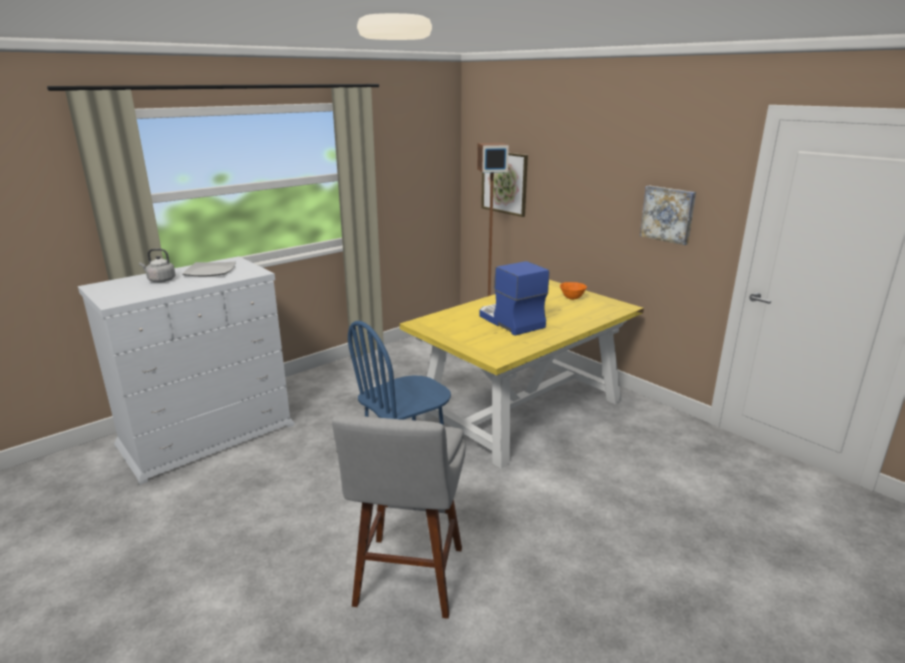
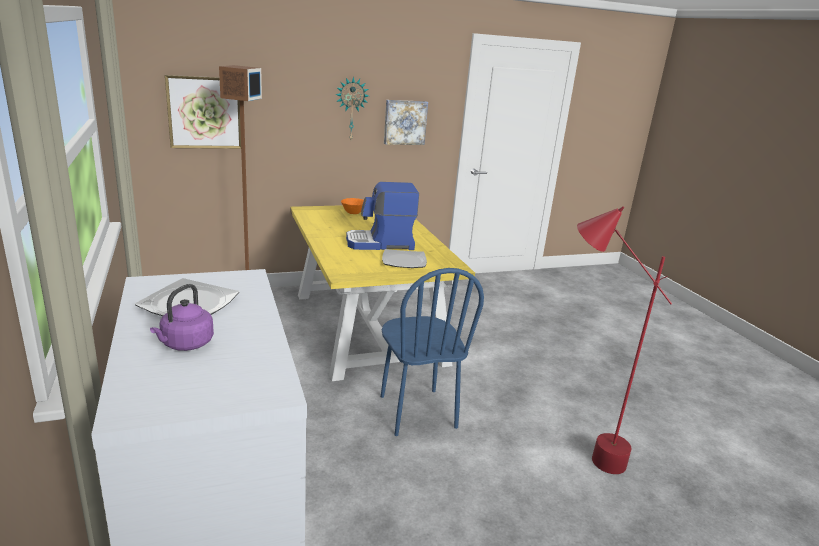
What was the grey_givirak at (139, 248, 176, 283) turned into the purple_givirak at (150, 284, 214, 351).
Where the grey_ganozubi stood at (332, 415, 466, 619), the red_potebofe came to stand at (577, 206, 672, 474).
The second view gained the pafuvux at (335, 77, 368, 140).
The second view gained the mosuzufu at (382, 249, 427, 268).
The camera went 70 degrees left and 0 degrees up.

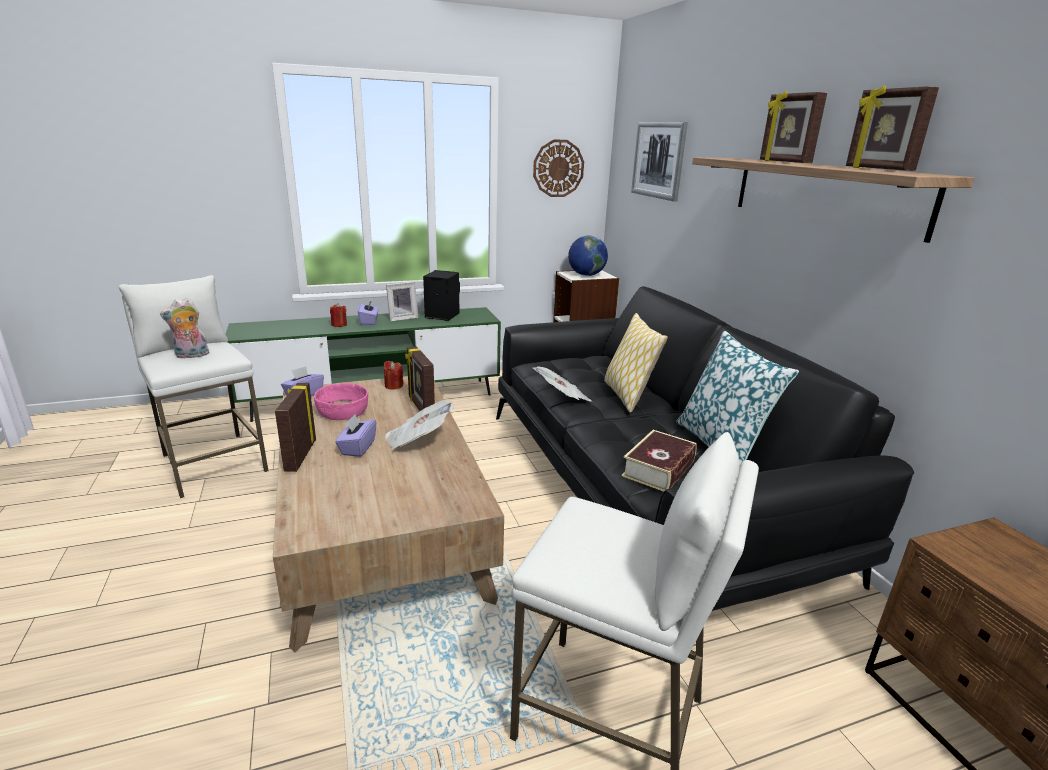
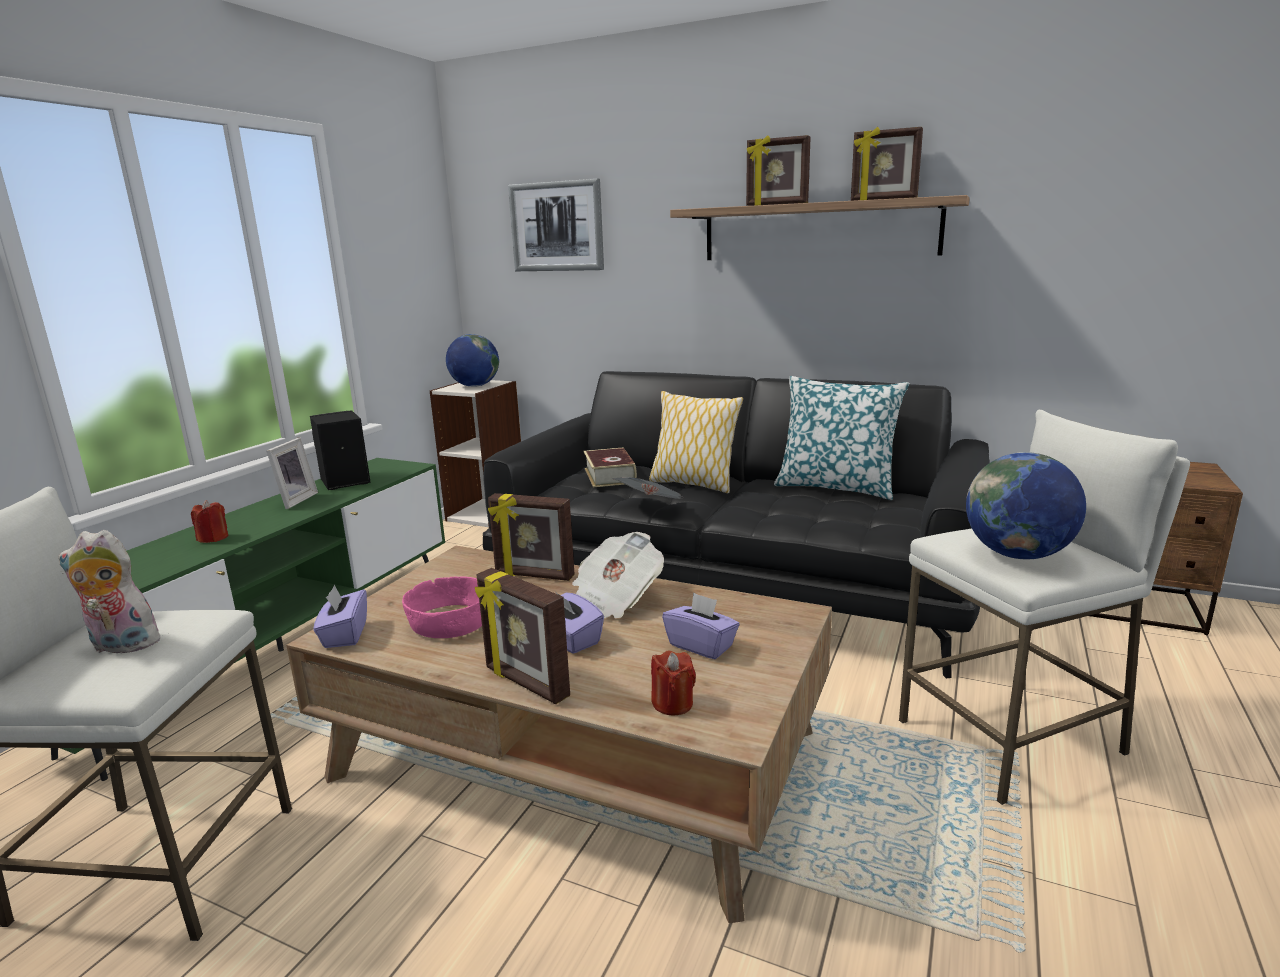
The second view lost the pafuvux at (533, 139, 584, 197).
The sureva at (160, 298, 209, 359) ended up facing another way, 75 degrees clockwise from before.
The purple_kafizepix ended up elsewhere, having gone from (358, 300, 379, 325) to (662, 592, 739, 659).
The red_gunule ended up elsewhere, having gone from (384, 361, 404, 390) to (651, 651, 696, 715).
The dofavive ended up elsewhere, having gone from (621, 430, 696, 492) to (584, 447, 637, 487).
The second view gained the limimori at (966, 452, 1086, 559).
The camera went 45 degrees left and 5 degrees down.

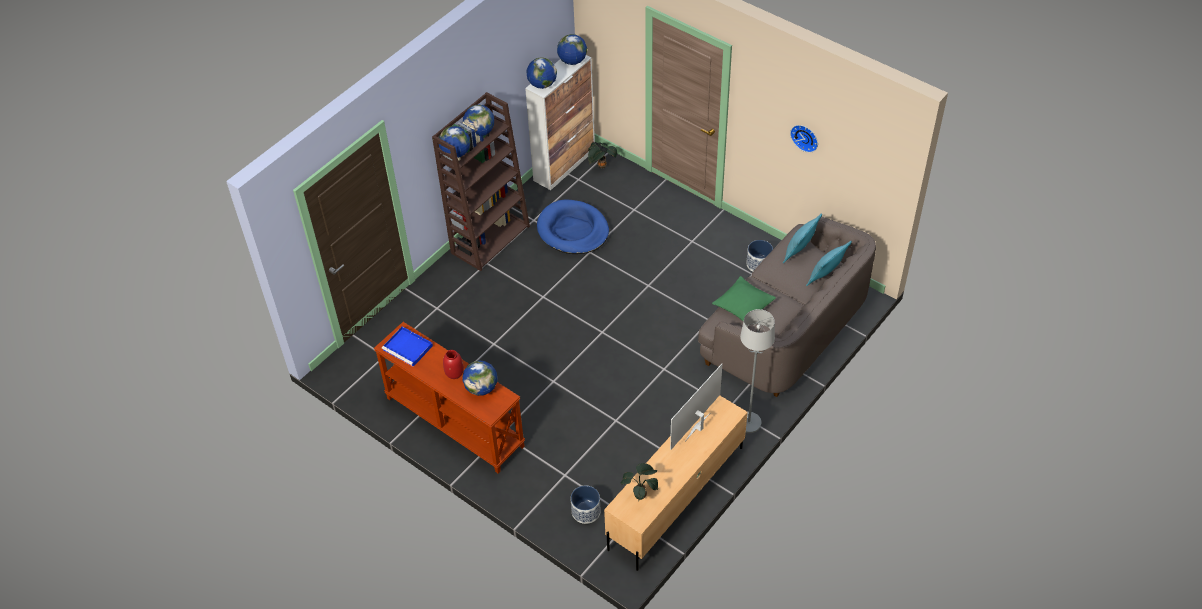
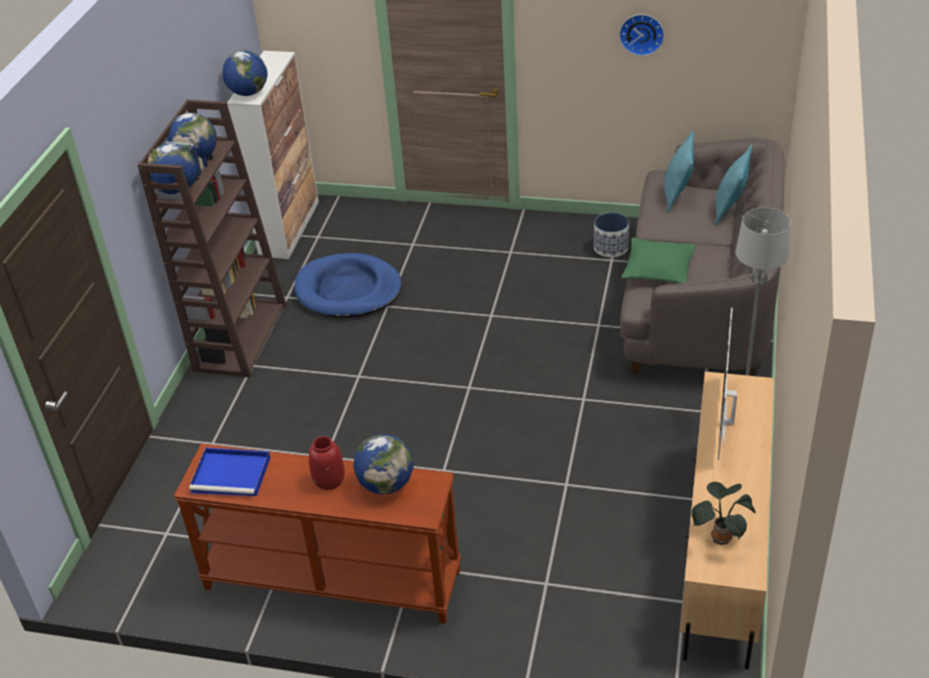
The second view lost the limimori at (557, 34, 587, 65).
The second view lost the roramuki at (588, 142, 617, 168).
The second view lost the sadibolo at (571, 486, 601, 524).
The camera went 25 degrees left and 10 degrees down.

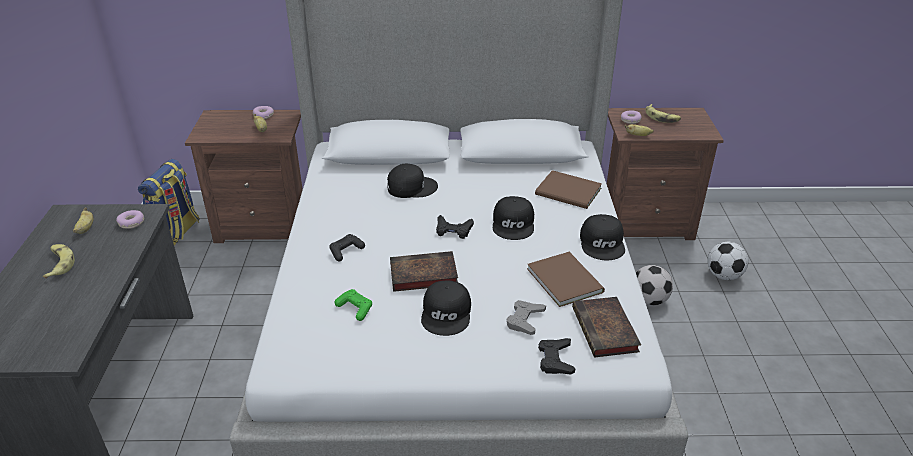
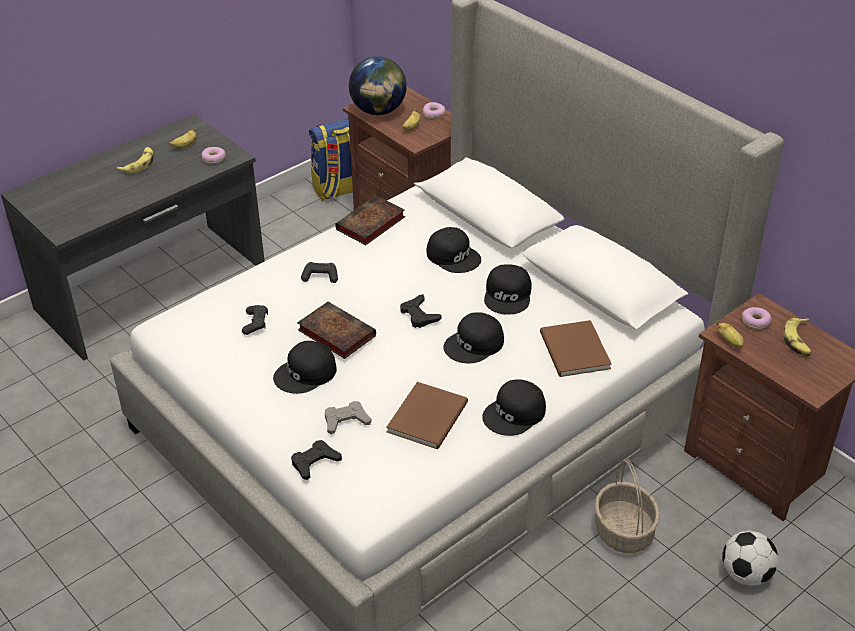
Where the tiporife stood at (636, 265, 673, 305), the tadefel came to stand at (595, 459, 660, 553).
What was the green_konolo at (334, 289, 372, 321) turned into the black_konolo at (242, 305, 268, 335).
The dofavive ended up elsewhere, having gone from (572, 297, 641, 358) to (335, 196, 405, 245).
The second view gained the limimori at (349, 56, 407, 115).
The second view gained the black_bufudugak at (484, 264, 532, 315).
The camera went 50 degrees right and 5 degrees up.

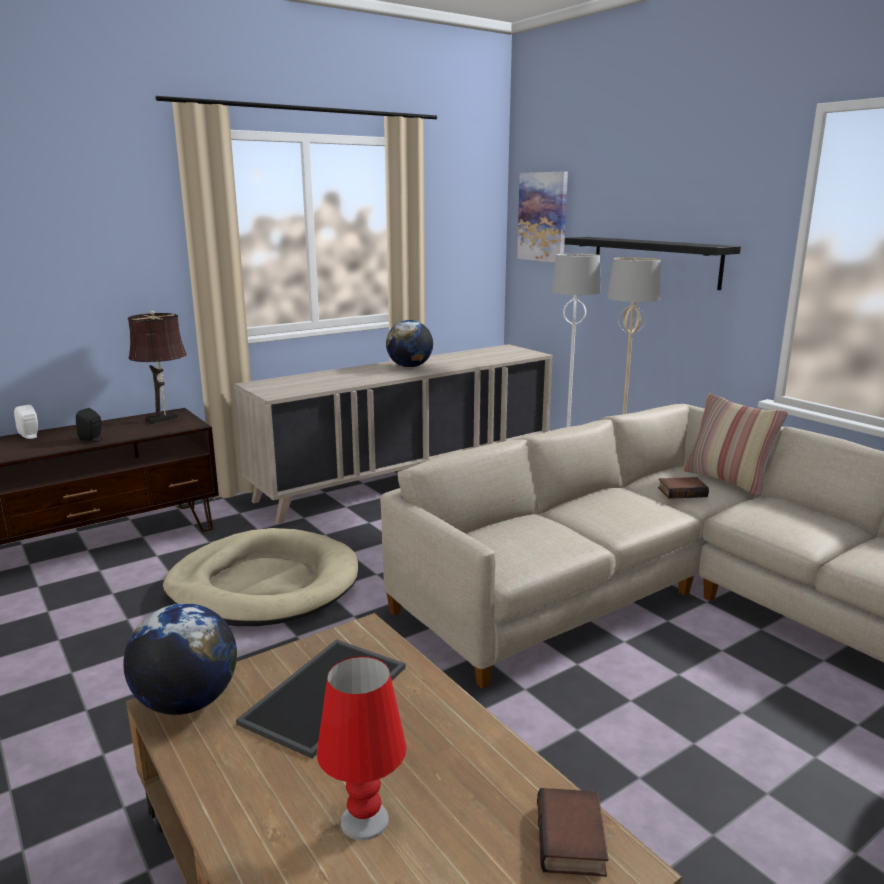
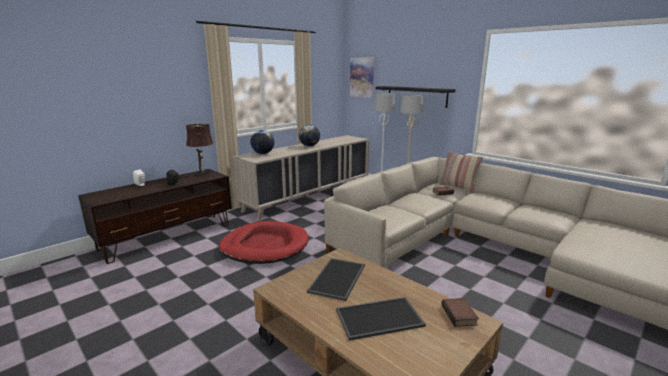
What was the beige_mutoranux at (163, 528, 358, 626) turned into the red_mutoranux at (219, 221, 309, 264).
The limimori ended up elsewhere, having gone from (123, 603, 237, 715) to (250, 130, 274, 154).
Where the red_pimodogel stood at (317, 656, 407, 840), the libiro came to stand at (336, 297, 426, 341).
The camera went 10 degrees left and 0 degrees up.

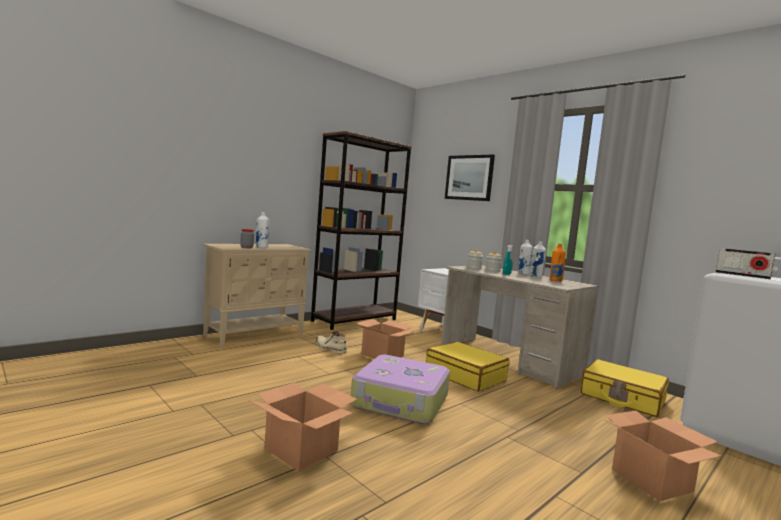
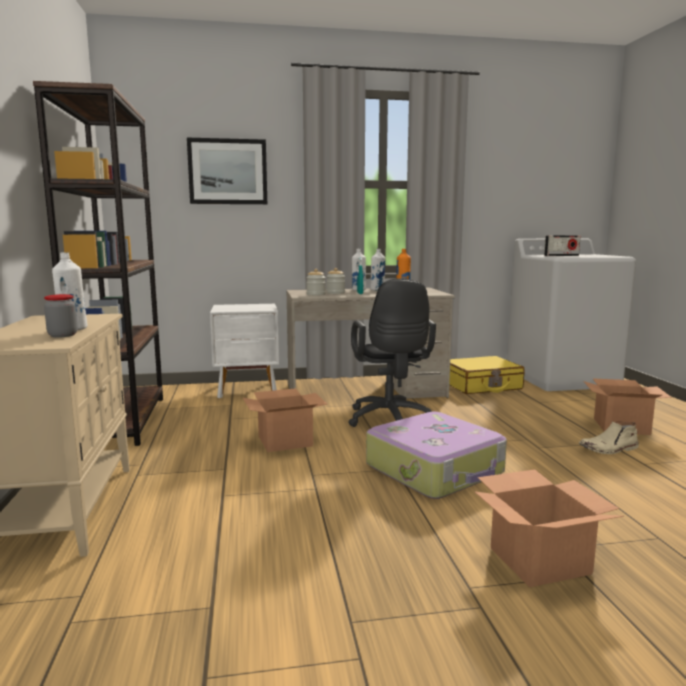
The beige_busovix ended up elsewhere, having gone from (316, 331, 347, 353) to (579, 421, 639, 454).
Where the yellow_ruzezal stood at (426, 342, 510, 391), the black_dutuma came to stand at (348, 278, 436, 427).
The camera went 55 degrees left and 5 degrees up.

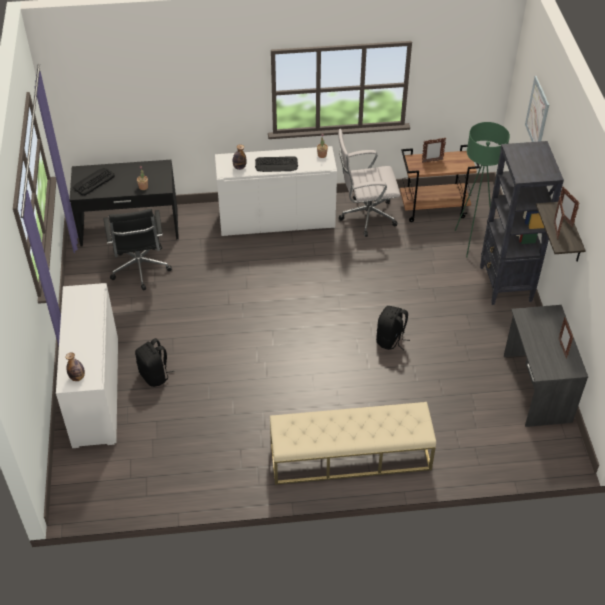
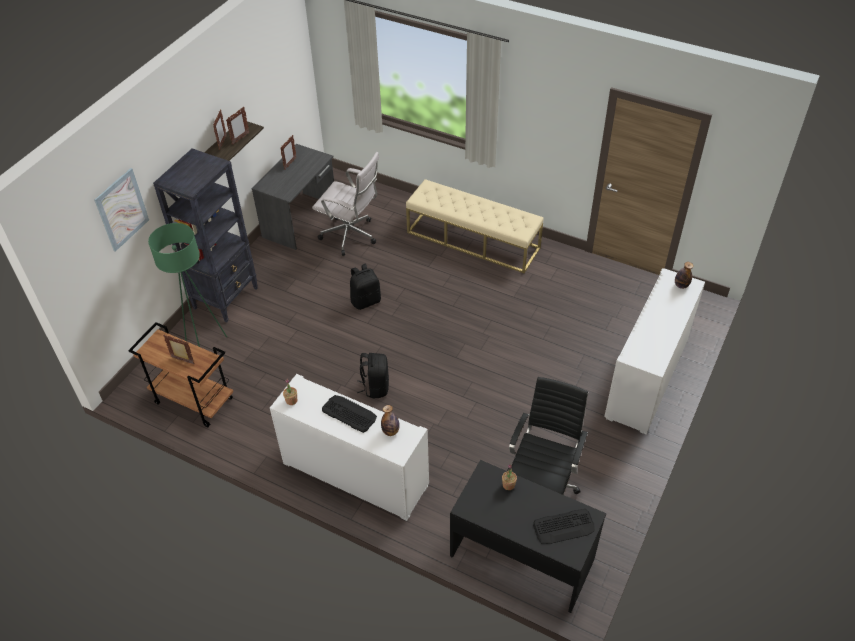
The white_dutuma ended up elsewhere, having gone from (338, 129, 400, 237) to (312, 152, 379, 256).
The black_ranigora ended up elsewhere, having gone from (135, 338, 174, 387) to (357, 353, 389, 398).
The camera went 145 degrees left and 0 degrees up.

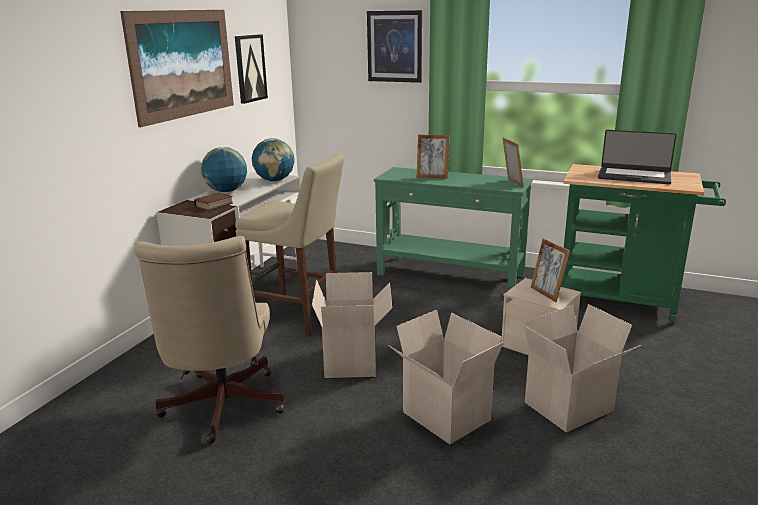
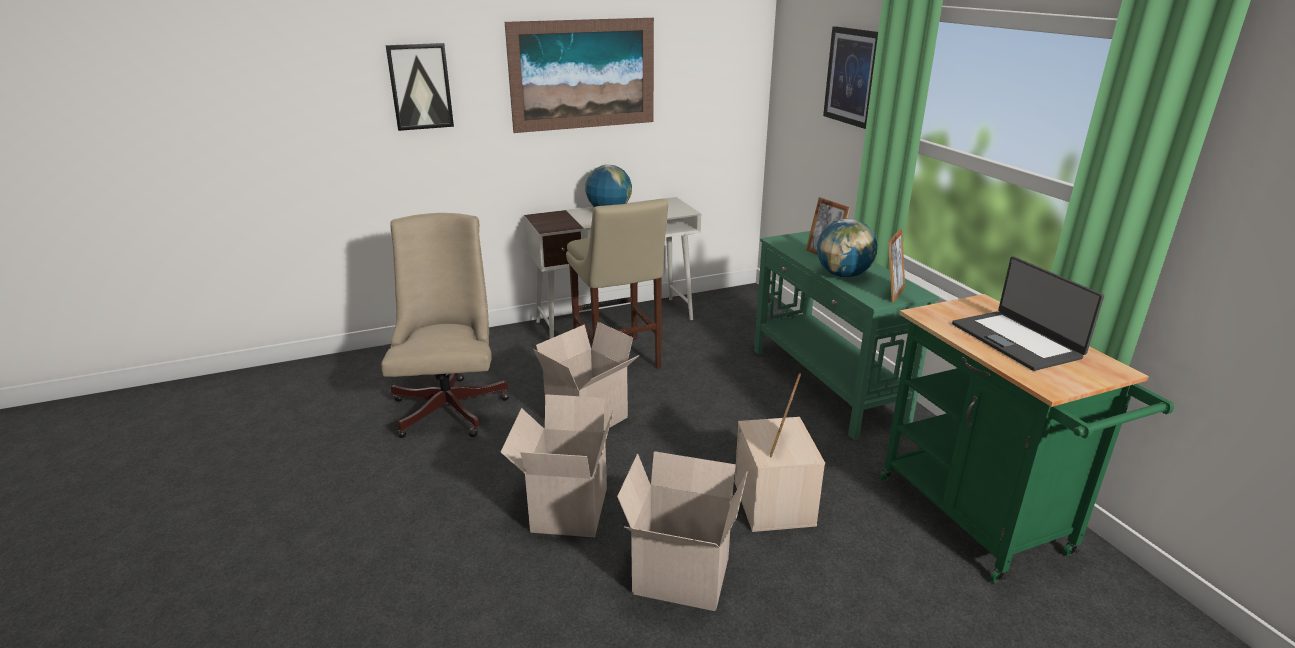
The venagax ended up elsewhere, having gone from (235, 34, 268, 104) to (386, 43, 454, 131).
The limimori ended up elsewhere, having gone from (251, 138, 295, 181) to (817, 218, 878, 278).
The second view lost the dofavive at (194, 193, 233, 211).
The beige_dutuma at (134, 236, 285, 443) ended up facing another way, 135 degrees clockwise from before.
The camera went 45 degrees right and 5 degrees up.

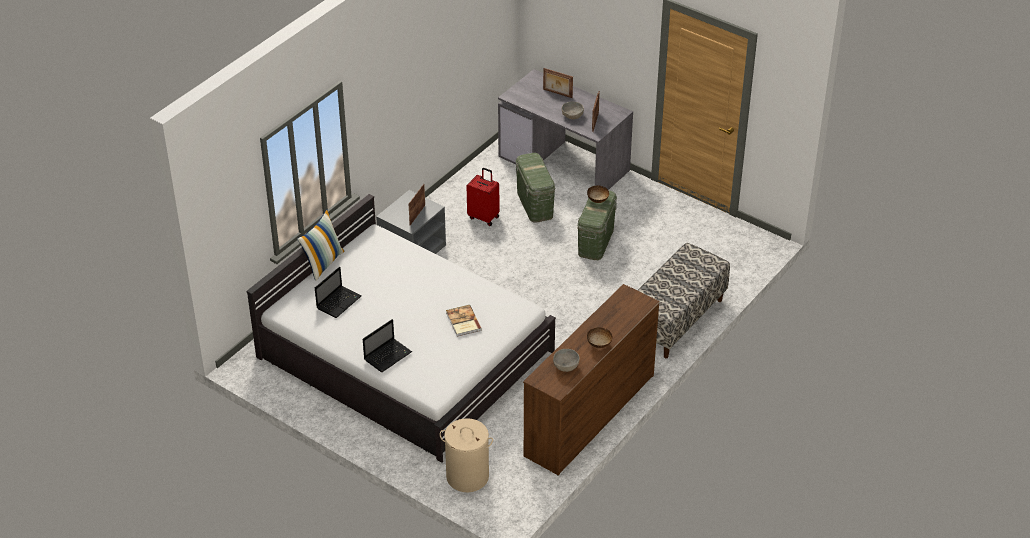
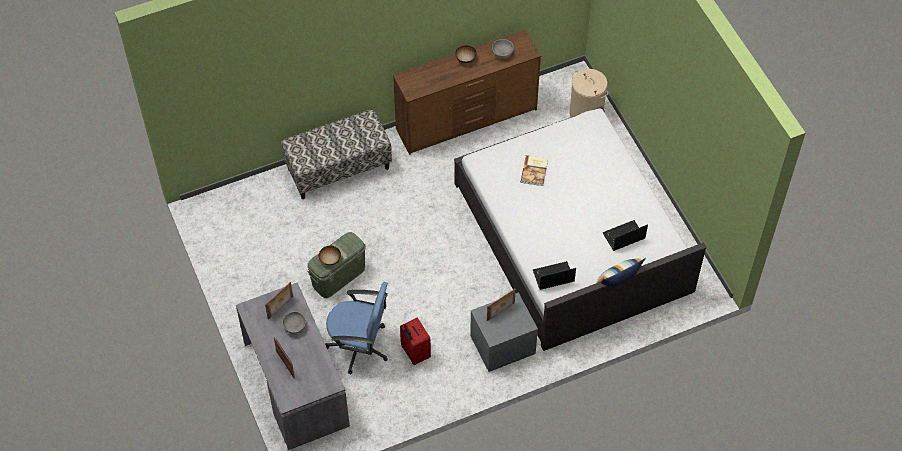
Where the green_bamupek stood at (516, 153, 555, 223), the blue_dutuma came to stand at (325, 282, 388, 375).
The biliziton ended up elsewhere, having gone from (363, 319, 412, 372) to (533, 261, 576, 290).
The camera went 150 degrees left and 15 degrees up.

